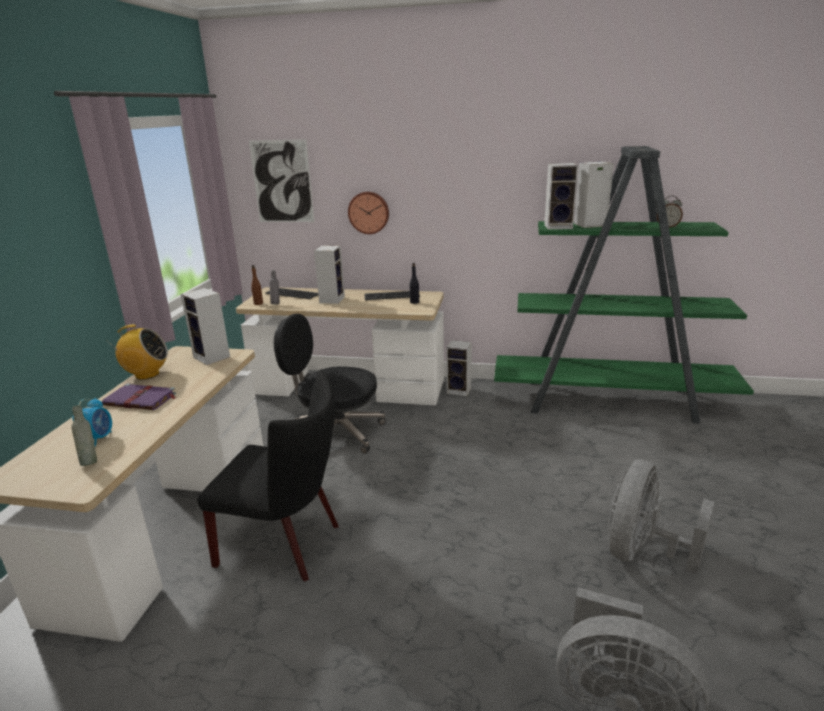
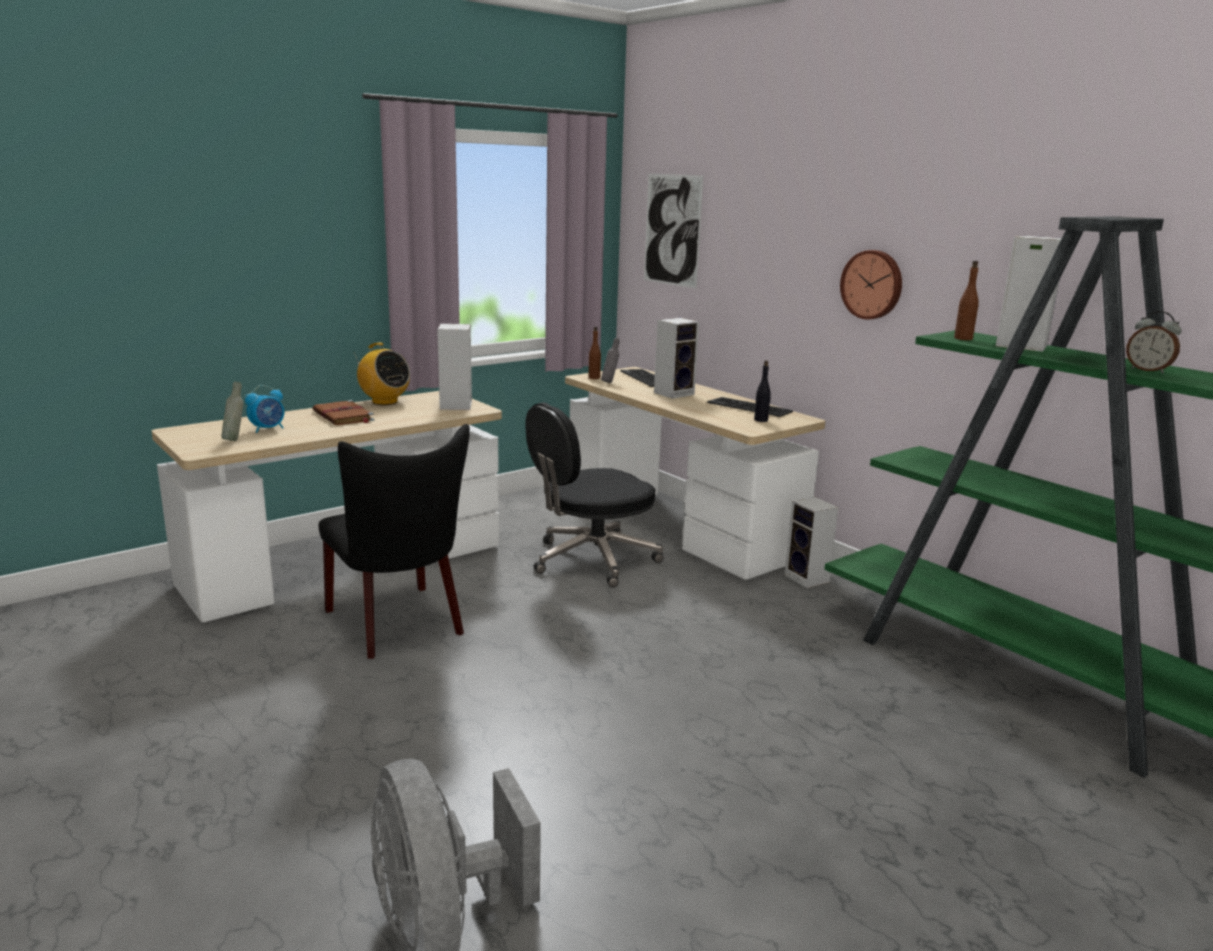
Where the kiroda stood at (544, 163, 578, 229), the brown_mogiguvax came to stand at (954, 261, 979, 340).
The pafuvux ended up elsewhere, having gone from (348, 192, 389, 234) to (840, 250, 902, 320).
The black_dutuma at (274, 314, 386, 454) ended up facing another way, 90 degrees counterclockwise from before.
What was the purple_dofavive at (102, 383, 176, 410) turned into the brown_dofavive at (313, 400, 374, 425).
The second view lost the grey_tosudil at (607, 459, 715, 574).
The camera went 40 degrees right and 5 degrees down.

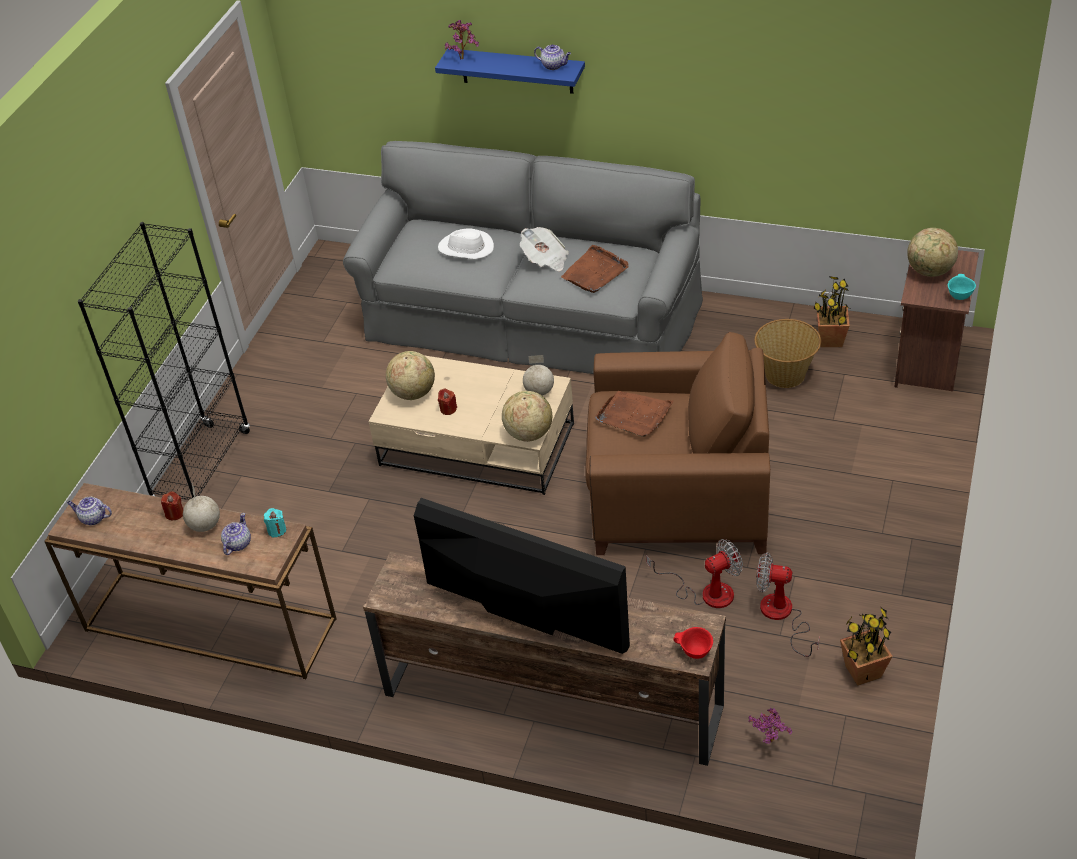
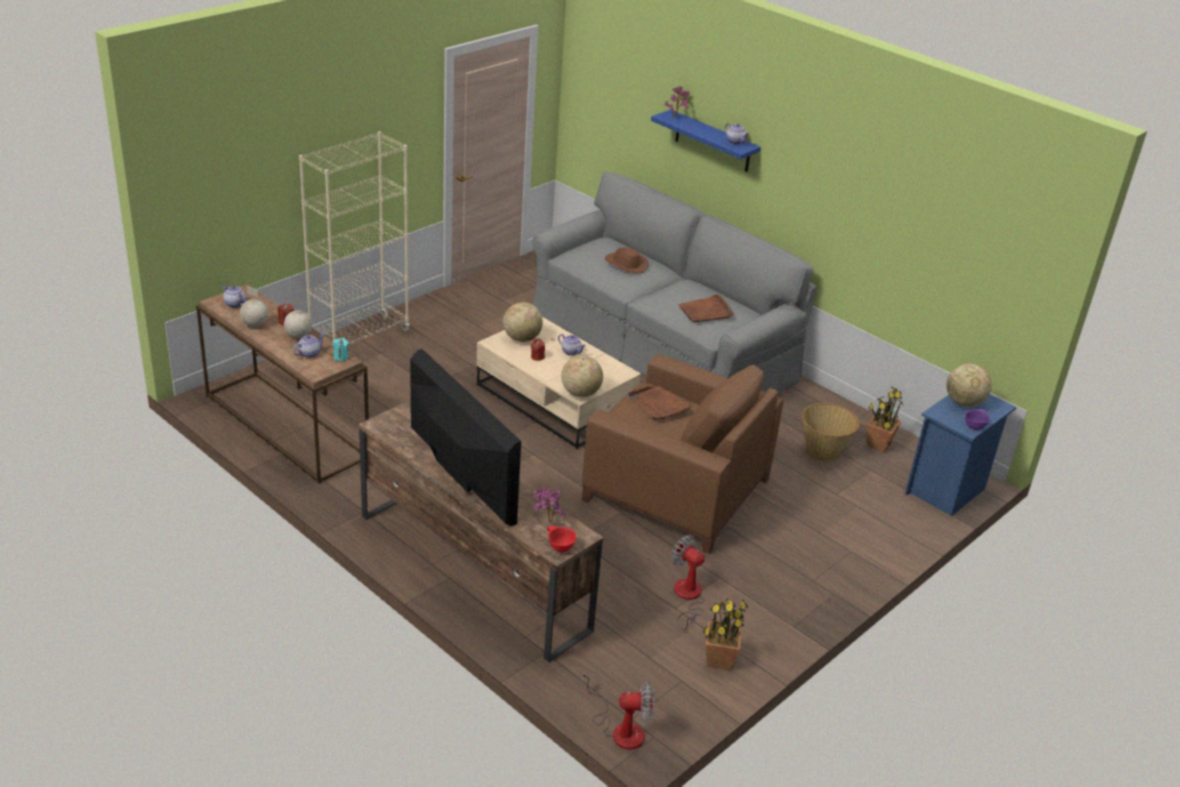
What was the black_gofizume at (78, 222, 250, 500) turned into the beige_gofizume at (299, 131, 410, 344).
The second view lost the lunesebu at (520, 227, 569, 271).
What was the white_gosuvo at (438, 228, 494, 259) turned into the brown_gosuvo at (605, 247, 649, 273).
What was the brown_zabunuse at (894, 250, 979, 391) turned into the blue_zabunuse at (905, 394, 1016, 516).
What was the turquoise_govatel at (948, 274, 976, 300) turned into the purple_govatel at (965, 409, 990, 430).
The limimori ended up elsewhere, having gone from (523, 355, 554, 396) to (240, 286, 269, 327).
The tosudil ended up elsewhere, having gone from (646, 539, 743, 608) to (582, 672, 654, 750).
The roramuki ended up elsewhere, having gone from (748, 708, 792, 744) to (532, 486, 566, 522).
The second view gained the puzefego at (558, 334, 586, 356).
The camera went 20 degrees right and 10 degrees down.

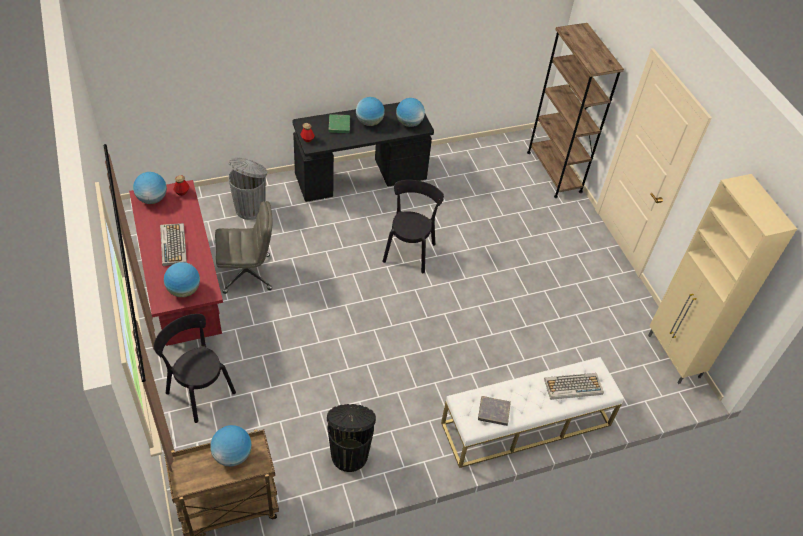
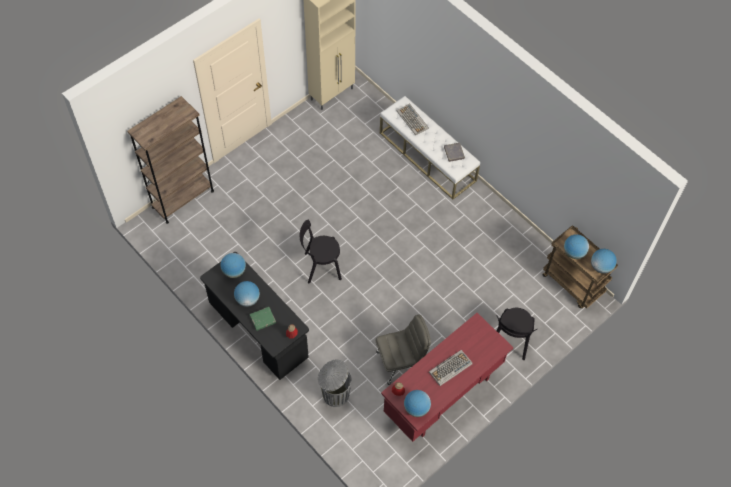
The grey_dutuma at (215, 201, 273, 294) ended up facing another way, 105 degrees clockwise from before.
The limimori ended up elsewhere, having gone from (164, 262, 200, 297) to (591, 249, 617, 274).
The second view lost the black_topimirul at (327, 404, 376, 472).
The camera went 110 degrees left and 10 degrees up.

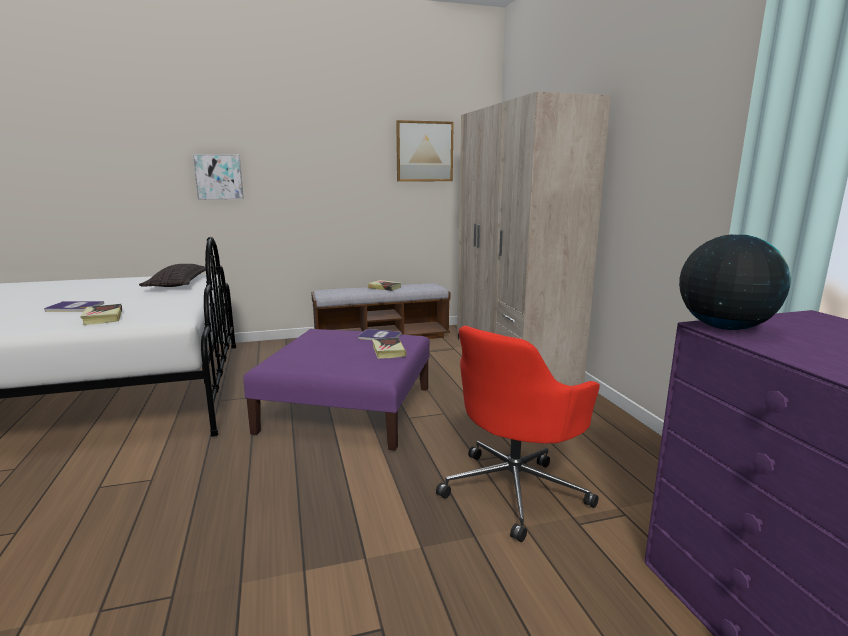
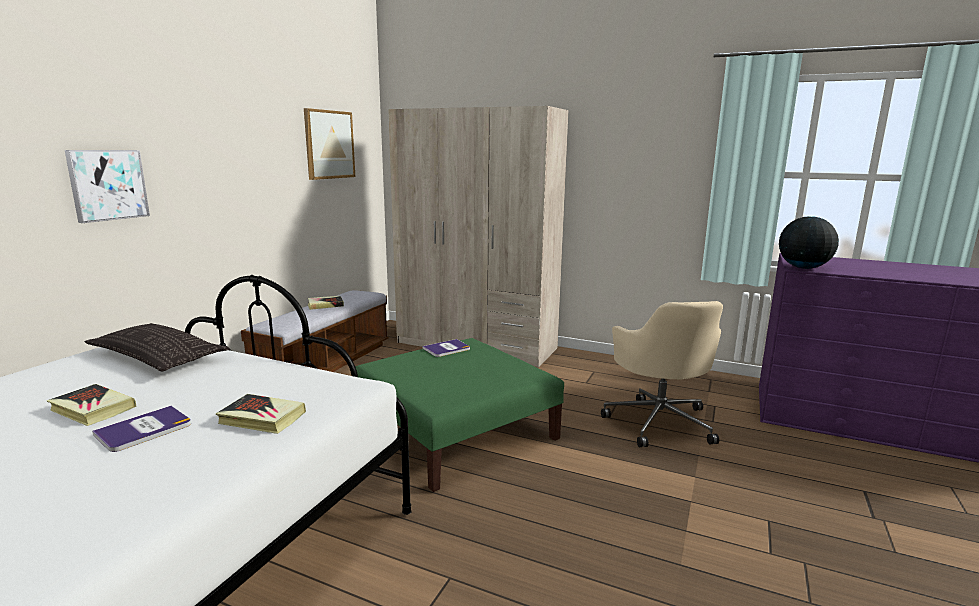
What was the red_dutuma at (436, 326, 600, 542) turned into the beige_dutuma at (601, 301, 723, 447).
What was the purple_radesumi at (243, 329, 430, 451) turned into the green_radesumi at (356, 338, 564, 492).
The dofavive ended up elsewhere, having gone from (372, 337, 406, 359) to (46, 384, 136, 426).
The camera went 50 degrees left and 0 degrees up.

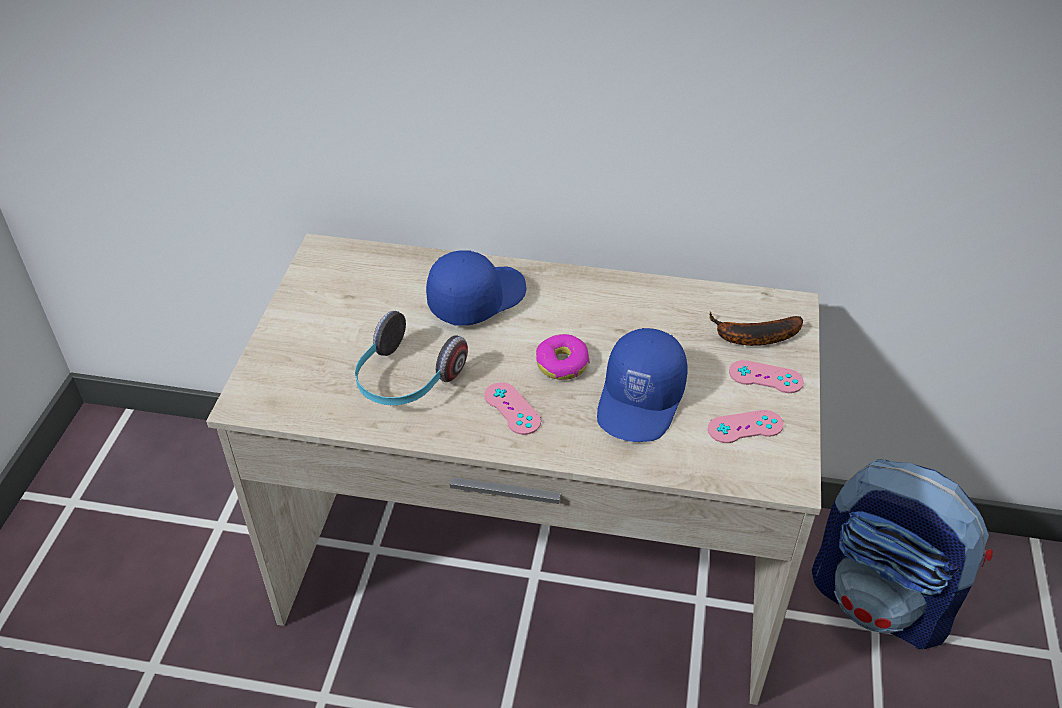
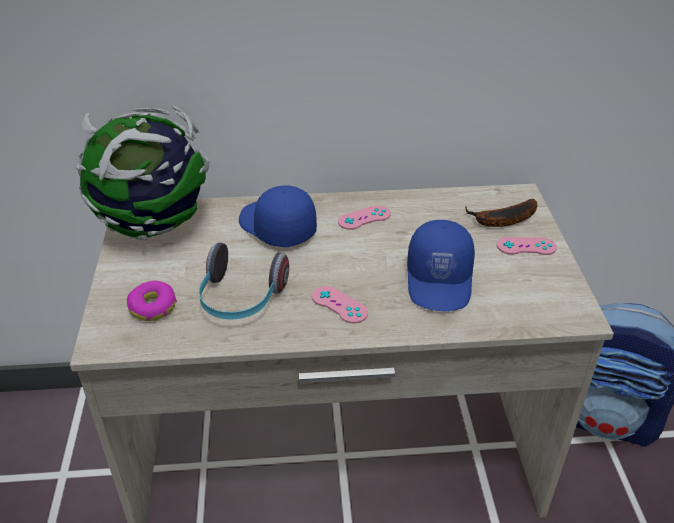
The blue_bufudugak at (426, 250, 526, 326) ended up facing another way, 75 degrees counterclockwise from before.
The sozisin ended up elsewhere, having gone from (536, 334, 590, 380) to (127, 281, 177, 321).
The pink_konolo ended up elsewhere, having gone from (708, 410, 784, 443) to (338, 205, 391, 230).
The second view gained the limimori at (76, 106, 209, 240).
The camera went 15 degrees left and 5 degrees down.

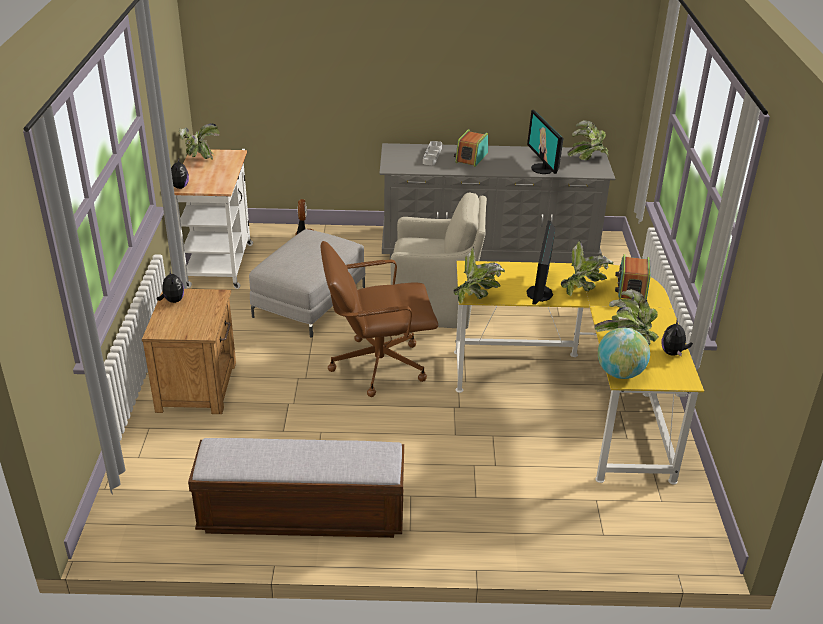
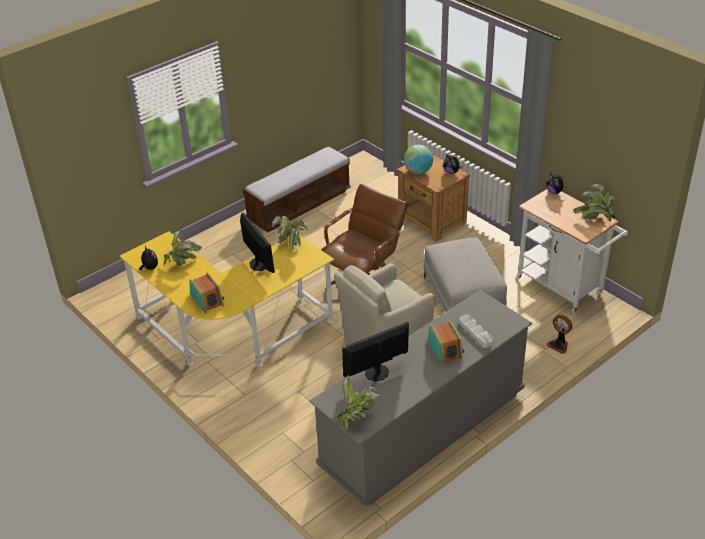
The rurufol at (527, 110, 564, 174) ended up facing another way, 60 degrees counterclockwise from before.
The second view lost the roramuki at (561, 240, 613, 296).
The limimori ended up elsewhere, having gone from (598, 328, 650, 379) to (404, 145, 433, 174).
The camera went 140 degrees right and 5 degrees up.

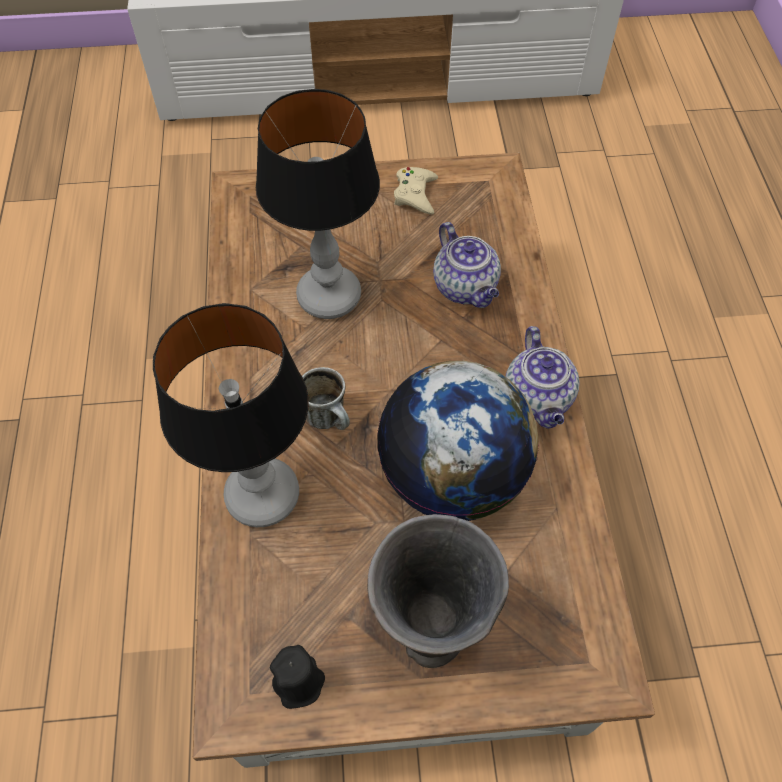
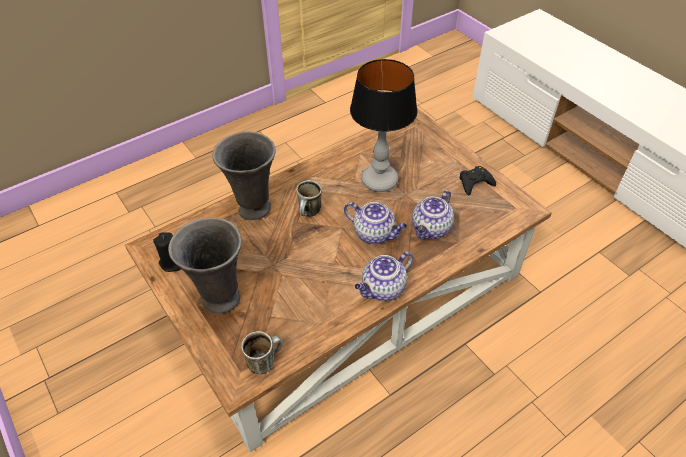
What was the beige_konolo at (394, 167, 438, 214) turned into the black_konolo at (460, 166, 496, 195).
Where the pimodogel stood at (153, 303, 309, 527), the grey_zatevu came to stand at (212, 131, 276, 220).
The second view lost the limimori at (377, 361, 539, 521).
The second view gained the puzefego at (344, 202, 407, 244).
The second view gained the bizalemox at (241, 331, 283, 375).
The camera went 60 degrees right and 10 degrees down.

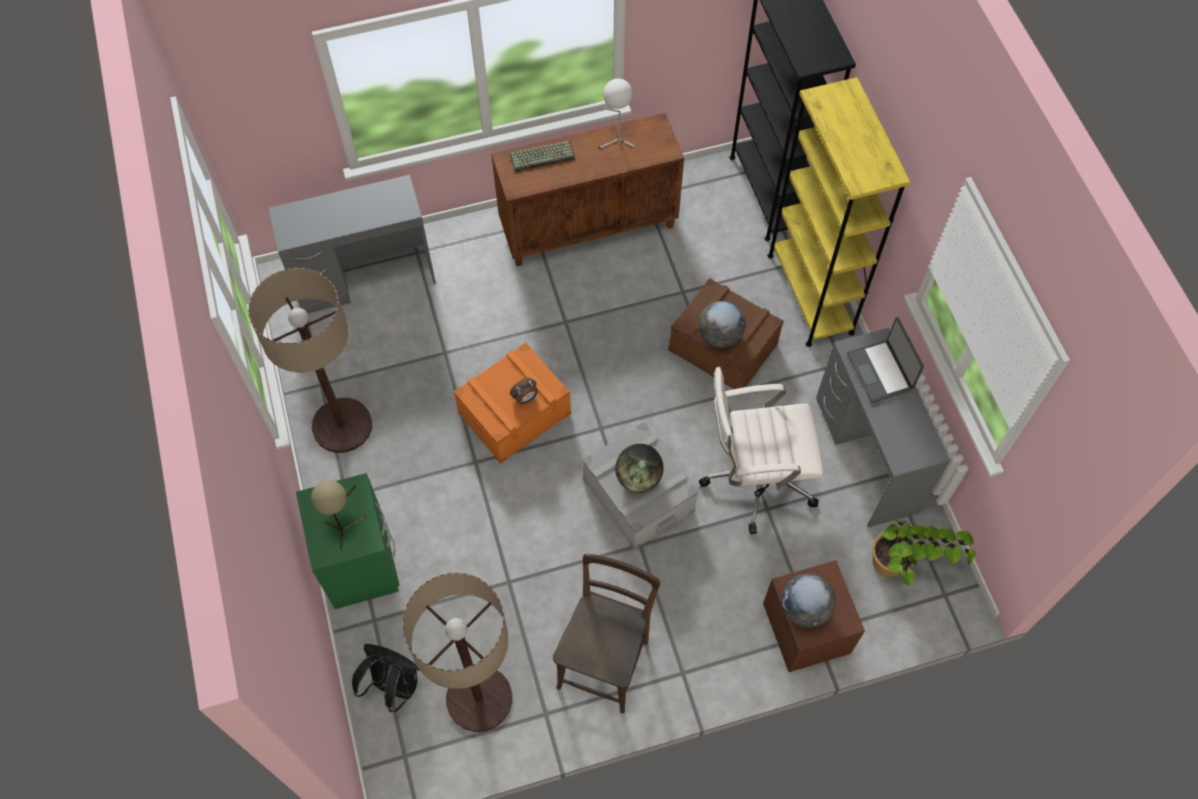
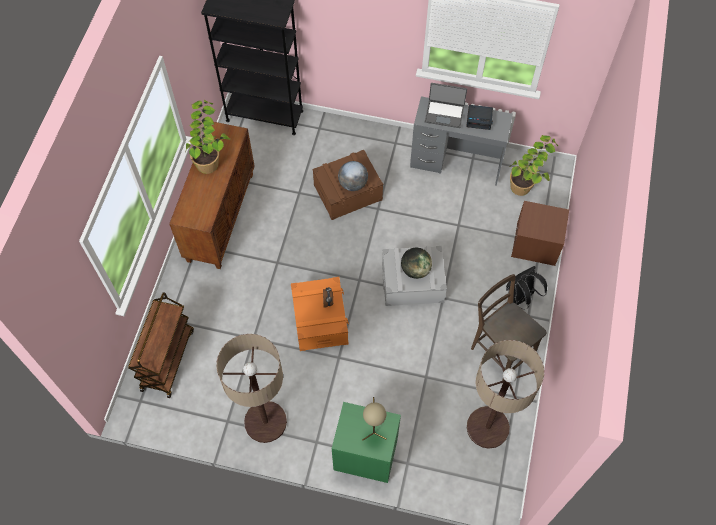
The second view lost the yellow_gofizume at (767, 77, 911, 347).
Where the white_pimodogel stood at (596, 78, 635, 149), the roramuki came to stand at (186, 100, 230, 174).
The second view lost the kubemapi at (509, 141, 575, 172).
Where the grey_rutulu stood at (268, 175, 436, 313), the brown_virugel came to stand at (128, 292, 194, 398).
The second view lost the white_dutuma at (699, 367, 824, 534).
The second view lost the limimori at (781, 574, 836, 628).
The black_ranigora ended up elsewhere, having gone from (352, 644, 421, 712) to (506, 266, 547, 310).
The second view gained the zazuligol at (466, 105, 493, 130).
The camera went 60 degrees left and 0 degrees up.

